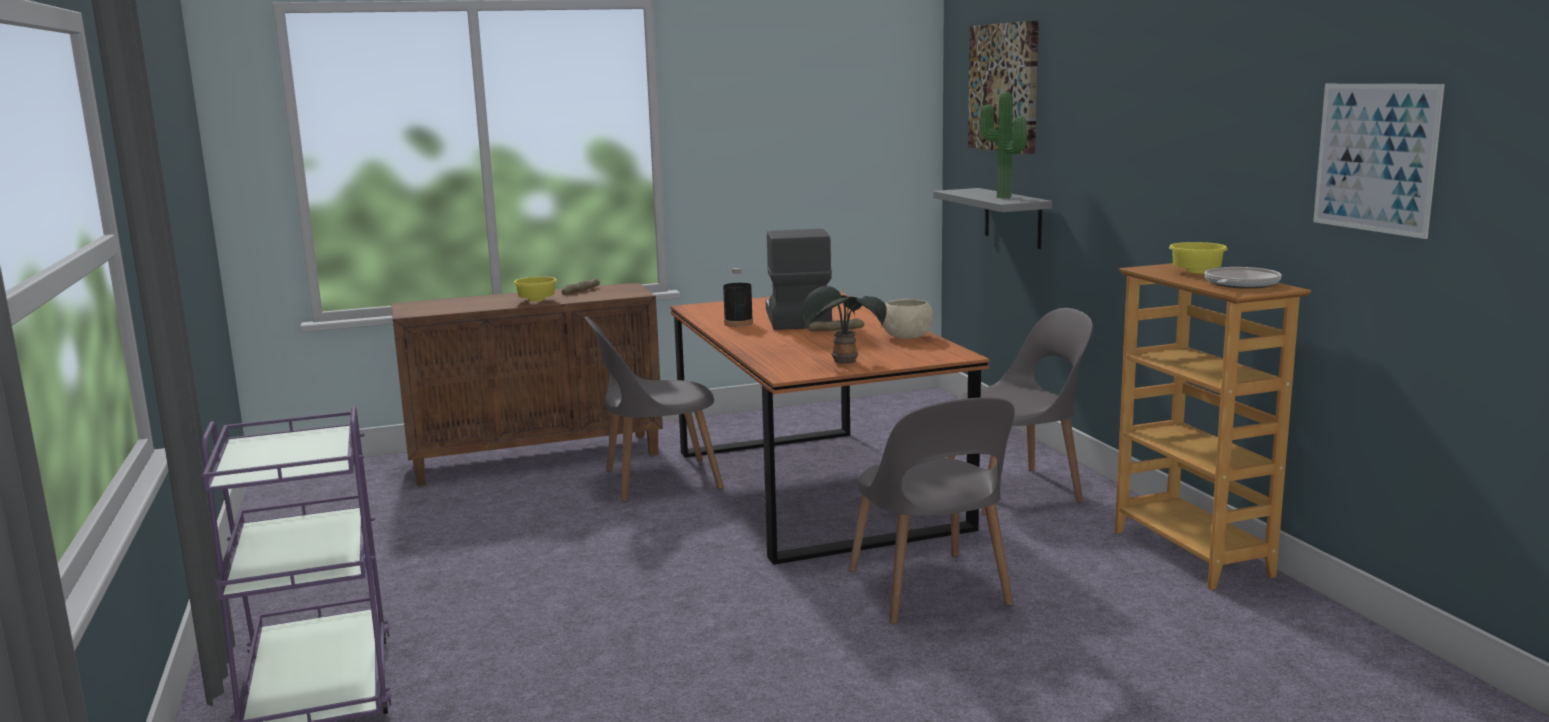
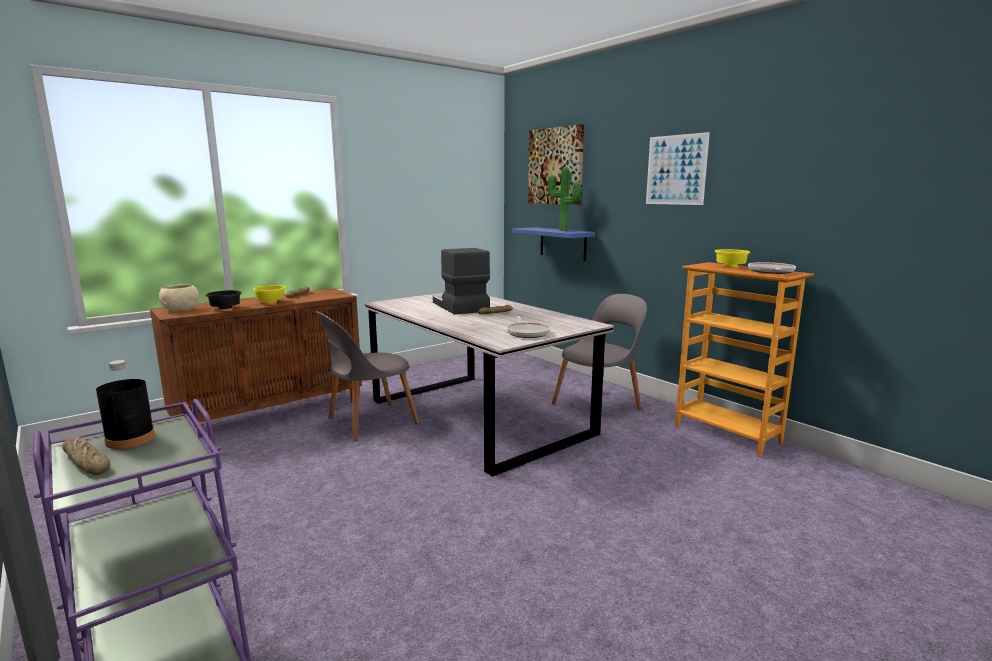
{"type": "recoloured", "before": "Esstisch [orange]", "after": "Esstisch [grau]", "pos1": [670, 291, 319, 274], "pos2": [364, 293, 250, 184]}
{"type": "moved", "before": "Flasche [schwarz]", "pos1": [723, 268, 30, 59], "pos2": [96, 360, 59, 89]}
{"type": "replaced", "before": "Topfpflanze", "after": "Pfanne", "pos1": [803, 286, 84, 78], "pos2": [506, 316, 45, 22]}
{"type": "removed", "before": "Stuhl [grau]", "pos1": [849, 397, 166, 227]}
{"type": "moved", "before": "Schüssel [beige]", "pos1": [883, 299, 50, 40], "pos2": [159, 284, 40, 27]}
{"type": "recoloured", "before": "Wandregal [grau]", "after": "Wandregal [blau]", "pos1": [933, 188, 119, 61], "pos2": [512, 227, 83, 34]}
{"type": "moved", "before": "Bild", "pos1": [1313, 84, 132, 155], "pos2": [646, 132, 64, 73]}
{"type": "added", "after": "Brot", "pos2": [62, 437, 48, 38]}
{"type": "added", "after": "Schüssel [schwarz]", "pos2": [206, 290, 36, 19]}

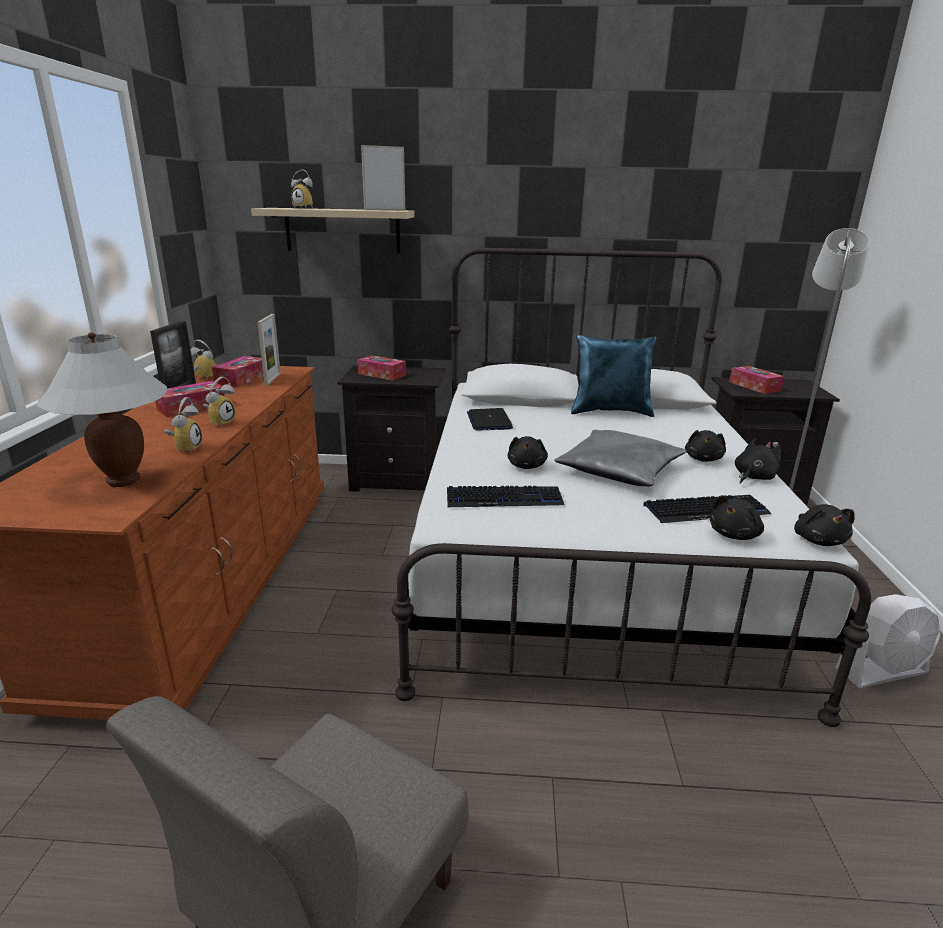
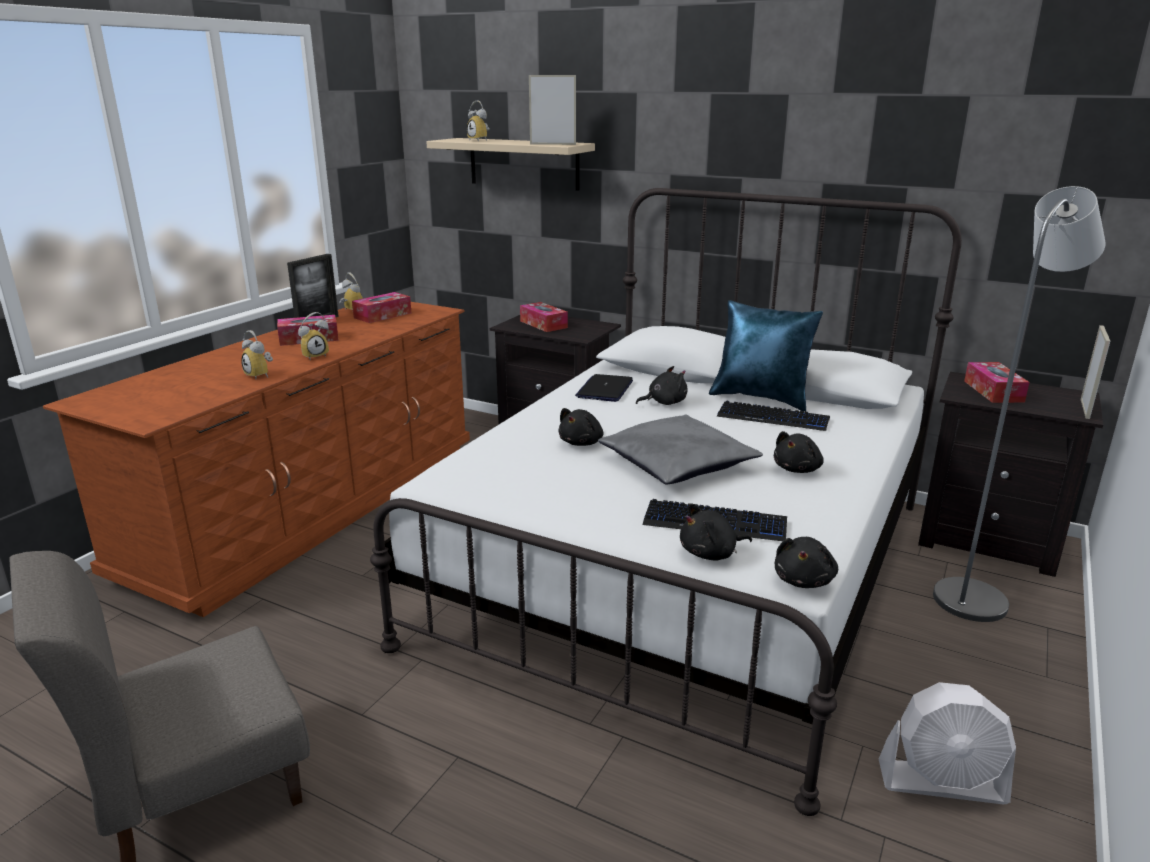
{"type": "removed", "before": "Tischlampe [weiß]", "pos1": [36, 332, 131, 155]}
{"type": "turned", "before": "Wecker", "pos1": [164, 397, 38, 56], "pos2": [241, 330, 32, 49], "turn": 105}
{"type": "moved", "before": "Bilderrahmen", "pos1": [257, 314, 24, 72], "pos2": [1080, 325, 30, 94]}
{"type": "moved", "before": "Tastatur", "pos1": [447, 486, 117, 21], "pos2": [717, 401, 113, 30]}
{"type": "moved", "before": "Plüschtier [schwarz]", "pos1": [735, 439, 46, 45], "pos2": [636, 366, 52, 39]}

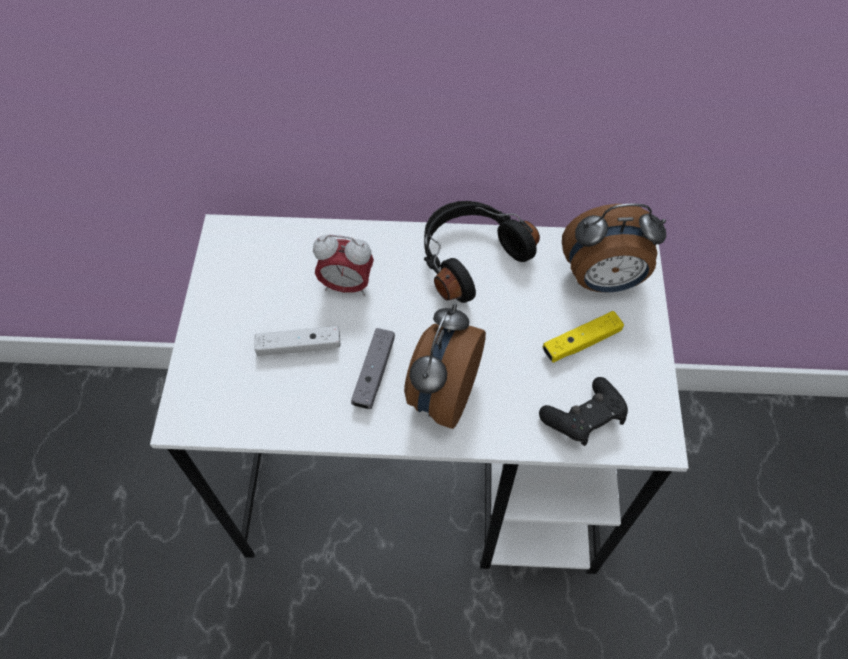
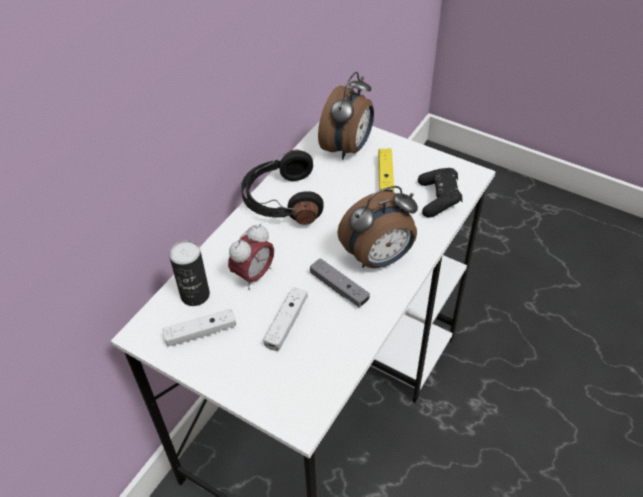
{"type": "turned", "before": "Wecker", "pos1": [404, 304, 82, 125], "pos2": [337, 186, 81, 82], "turn": -75}
{"type": "added", "after": "Gamepad [weiß]", "pos2": [162, 309, 74, 37]}
{"type": "added", "after": "Dose", "pos2": [169, 240, 41, 66]}

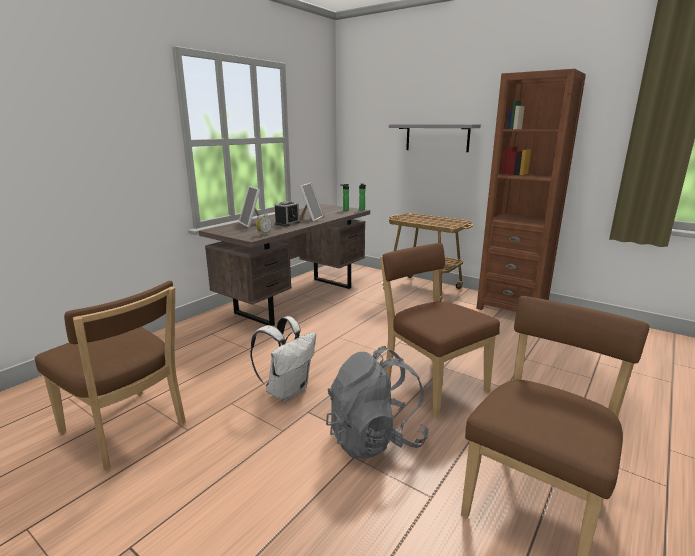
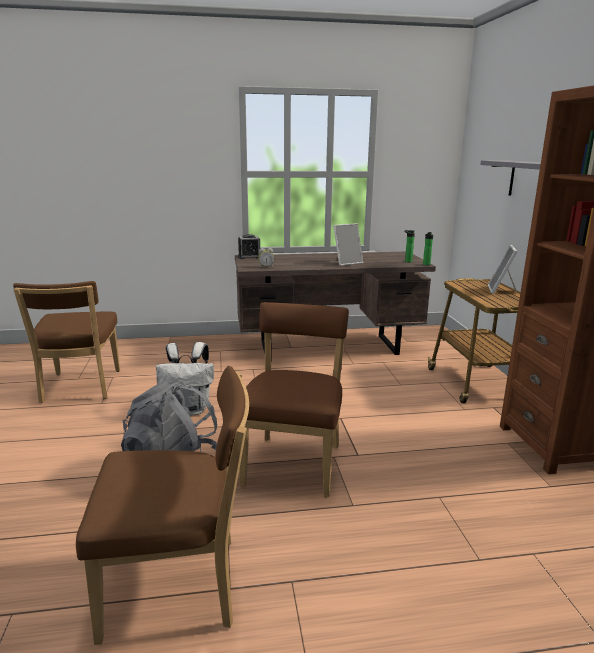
{"type": "moved", "before": "Bilderrahmen", "pos1": [239, 186, 21, 41], "pos2": [488, 245, 30, 49]}
{"type": "moved", "before": "Wecker", "pos1": [274, 201, 26, 26], "pos2": [238, 234, 22, 25]}

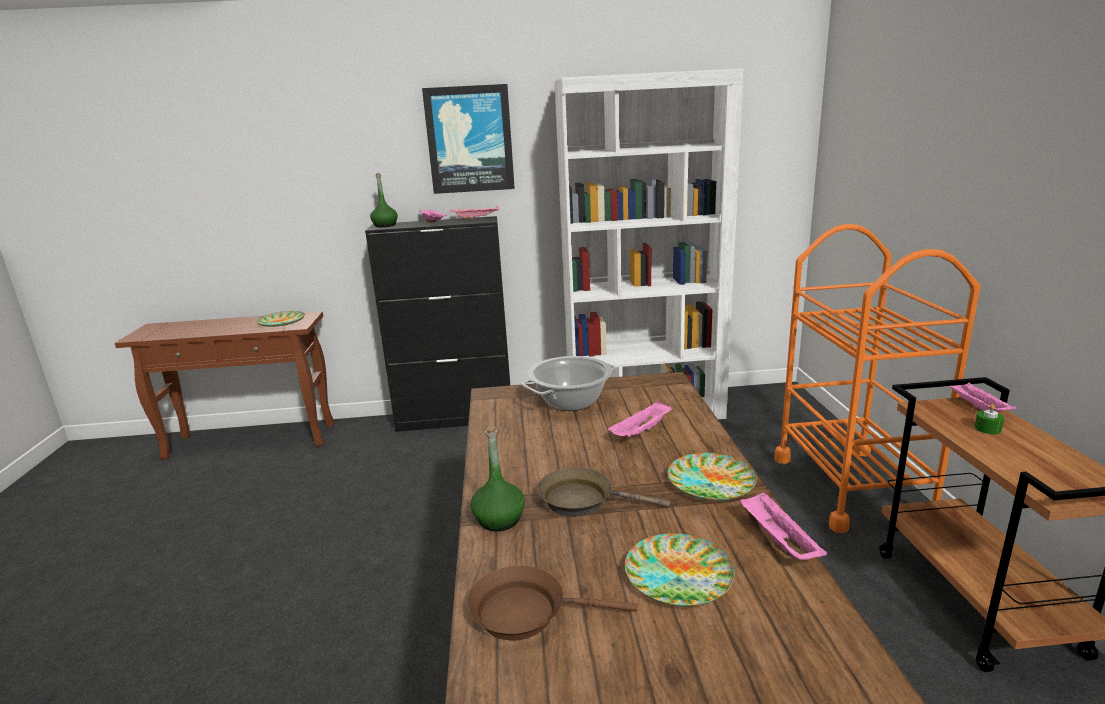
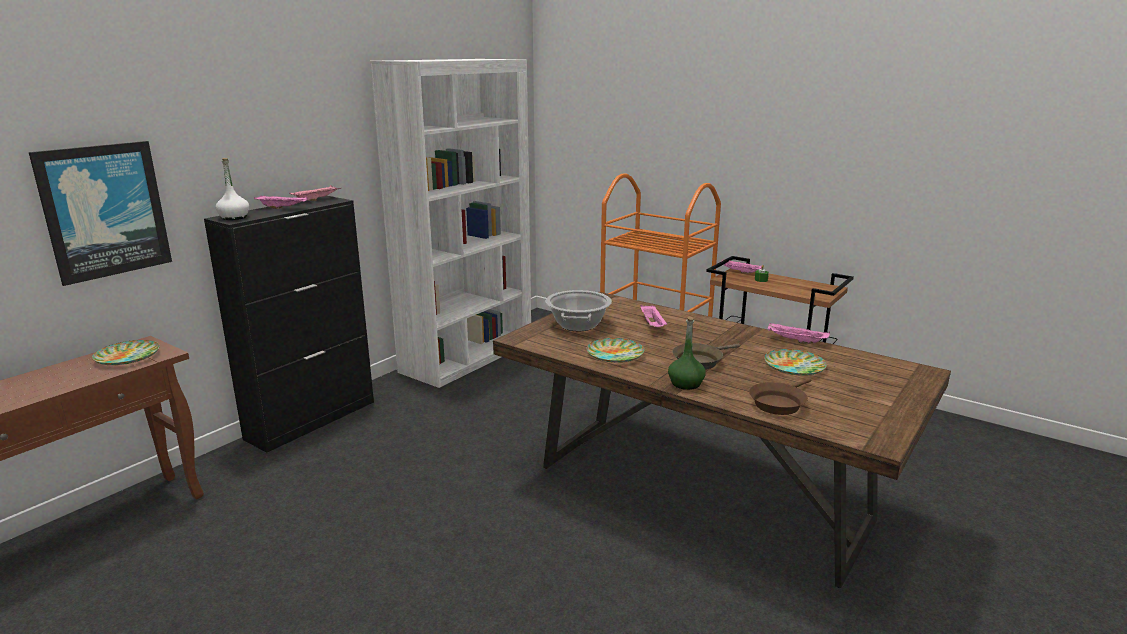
{"type": "recoloured", "before": "Flasche [grün]", "after": "Flasche [weiß]", "pos1": [370, 173, 28, 54], "pos2": [216, 158, 33, 62]}
{"type": "moved", "before": "Bild", "pos1": [422, 84, 93, 110], "pos2": [29, 141, 143, 145]}
{"type": "moved", "before": "Teller", "pos1": [668, 453, 89, 48], "pos2": [587, 338, 57, 25]}

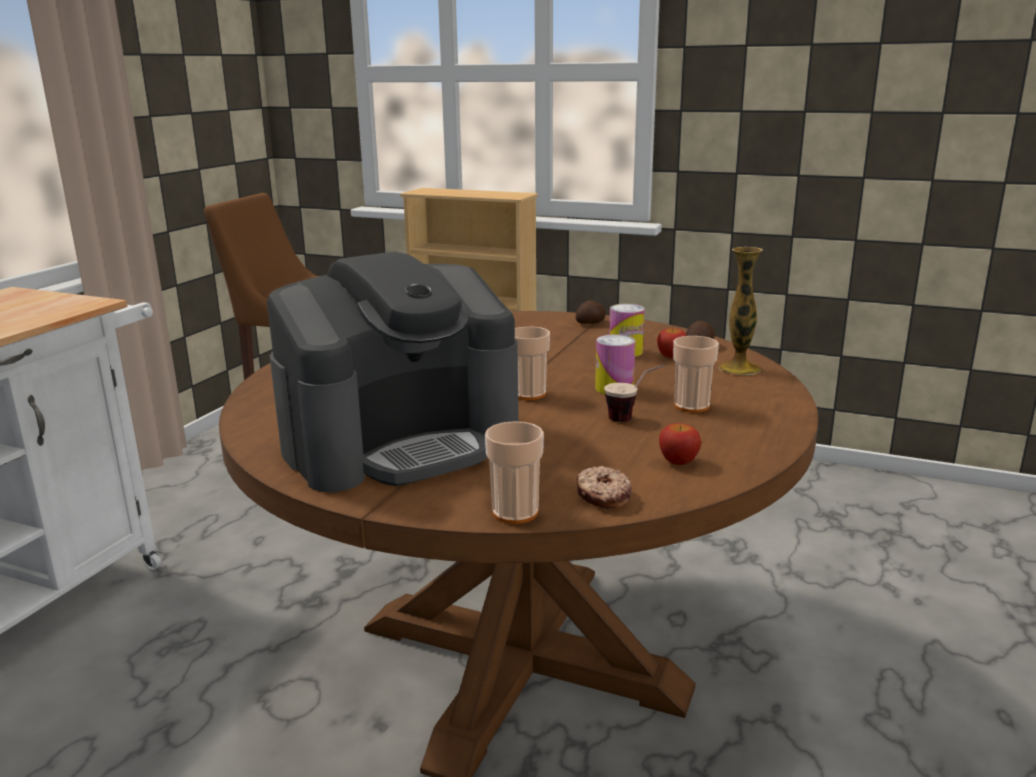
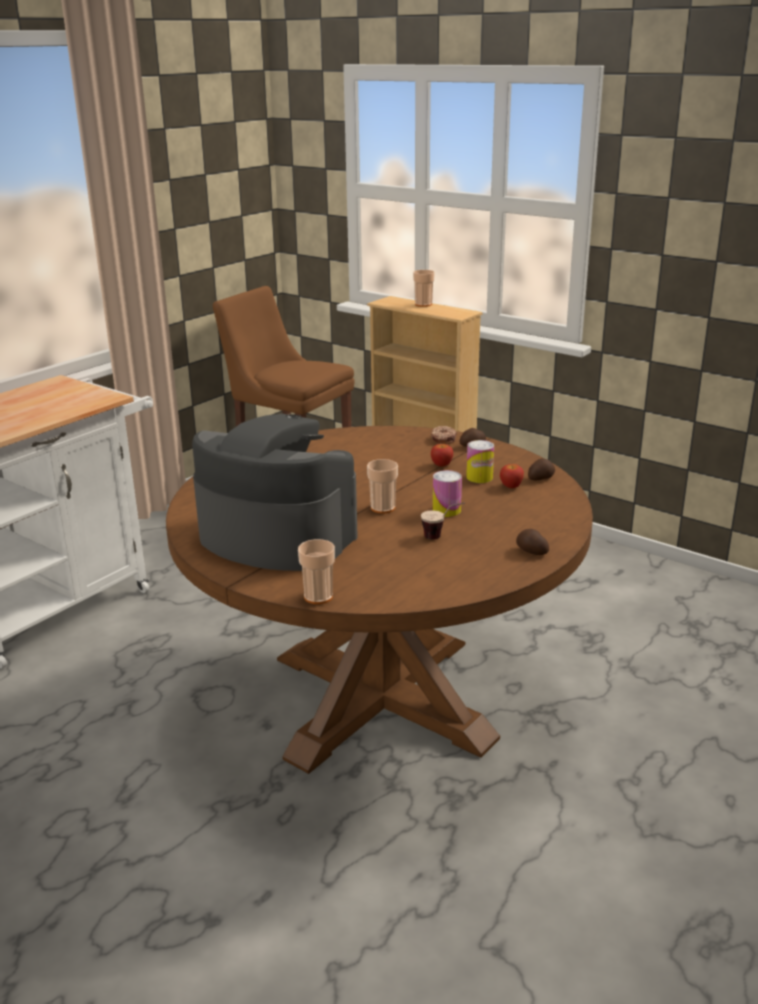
{"type": "turned", "before": "Kaffeemaschine", "pos1": [267, 251, 252, 241], "pos2": [192, 414, 166, 157], "turn": -135}
{"type": "moved", "before": "Donut", "pos1": [576, 466, 55, 43], "pos2": [431, 426, 26, 18]}
{"type": "moved", "before": "Apfel", "pos1": [659, 423, 42, 42], "pos2": [431, 444, 22, 23]}
{"type": "moved", "before": "Tasse", "pos1": [673, 336, 46, 77], "pos2": [413, 270, 22, 37]}
{"type": "removed", "before": "Vase", "pos1": [718, 247, 45, 128]}
{"type": "added", "after": "Kartoffel", "pos2": [516, 529, 33, 26]}

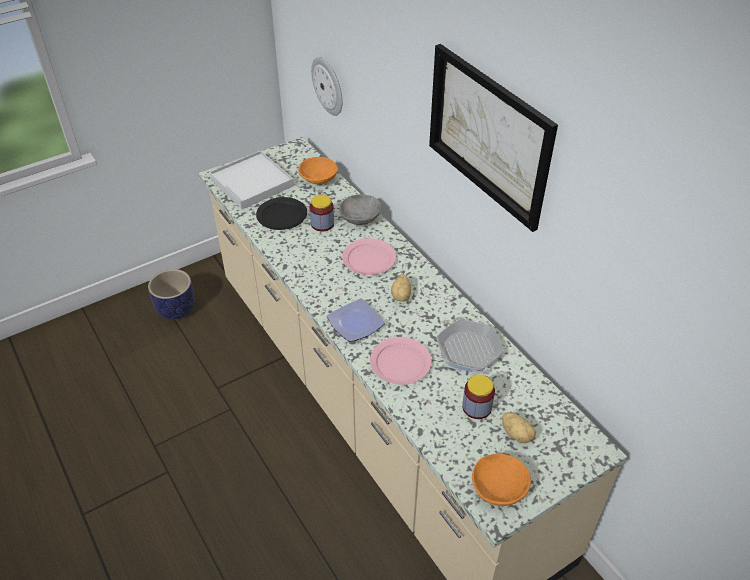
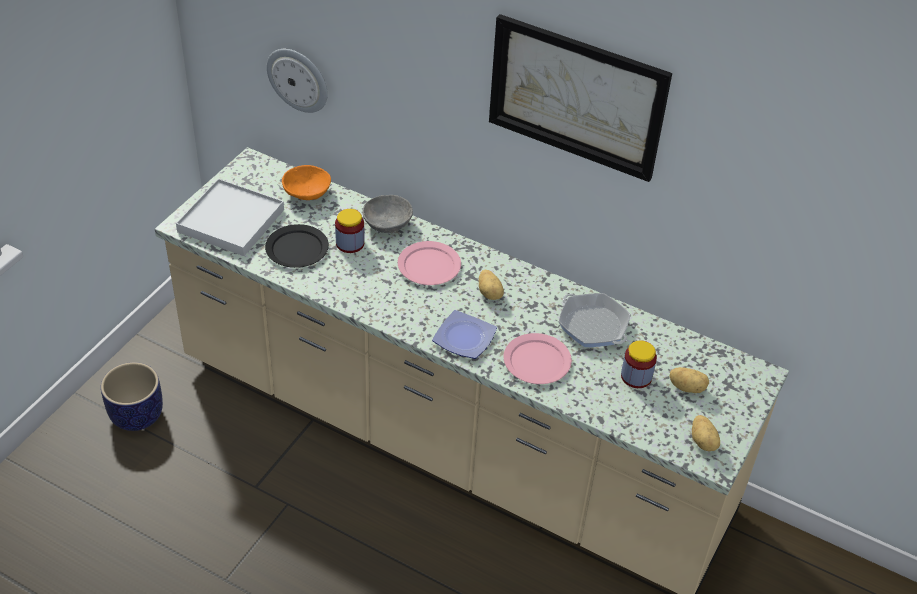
{"type": "replaced", "before": "Schüssel [orange]", "after": "Kartoffel", "pos1": [472, 454, 59, 52], "pos2": [692, 415, 28, 36]}

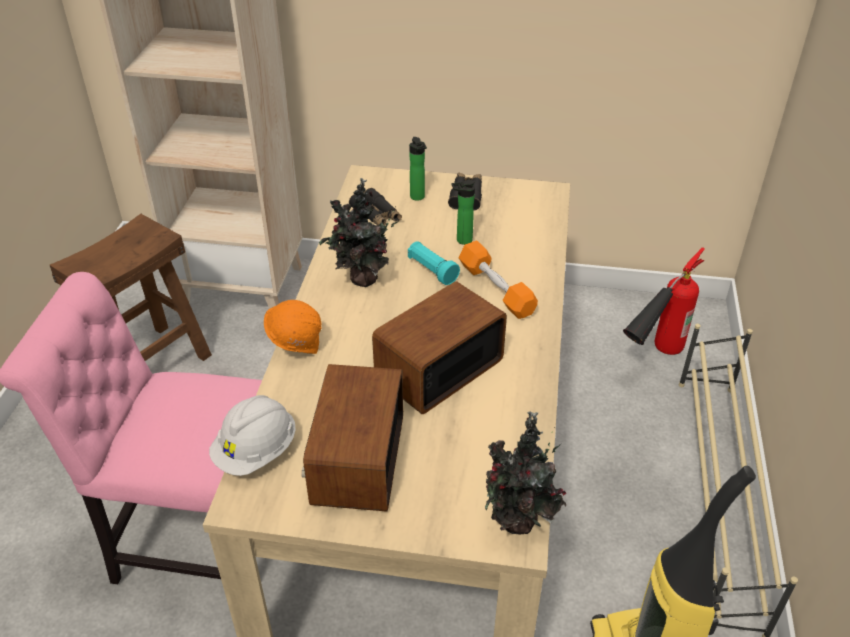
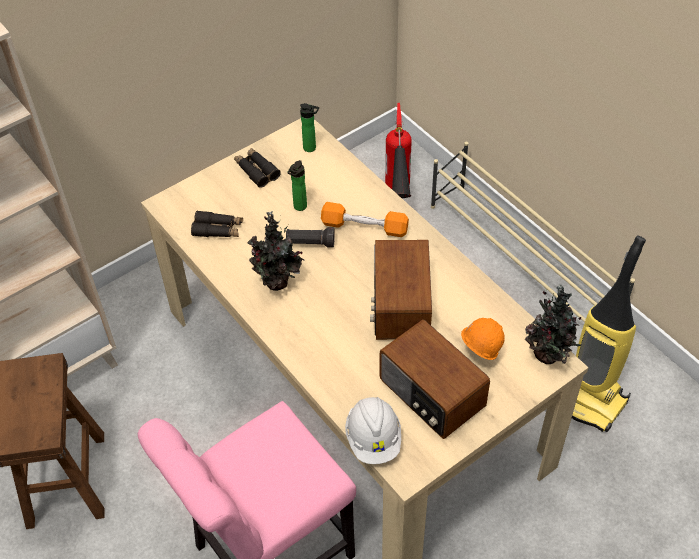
{"type": "moved", "before": "Schutzhelm [orange]", "pos1": [264, 300, 58, 54], "pos2": [461, 318, 44, 42]}
{"type": "recoloured", "before": "Taschenlampe [türkis]", "after": "Taschenlampe [schwarz]", "pos1": [408, 241, 52, 44], "pos2": [286, 227, 49, 21]}
{"type": "moved", "before": "Flasche", "pos1": [409, 137, 18, 64], "pos2": [300, 103, 19, 49]}

